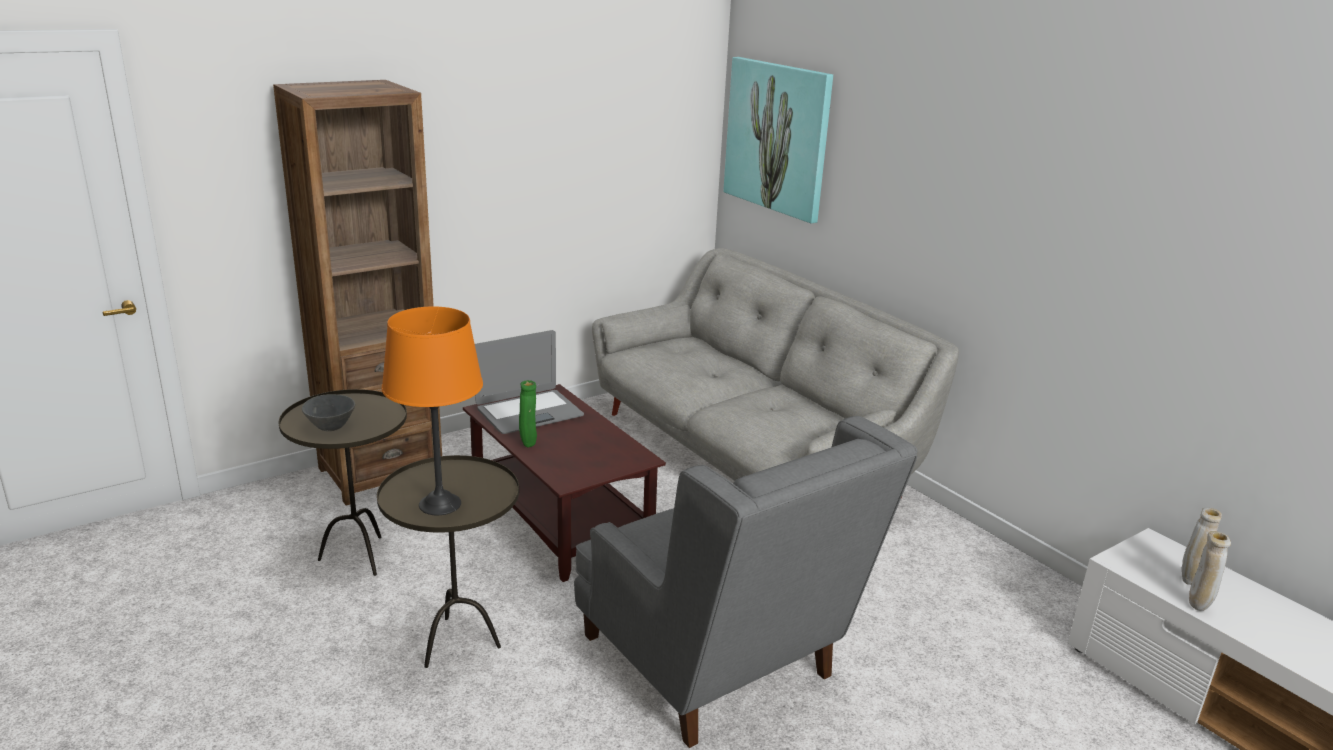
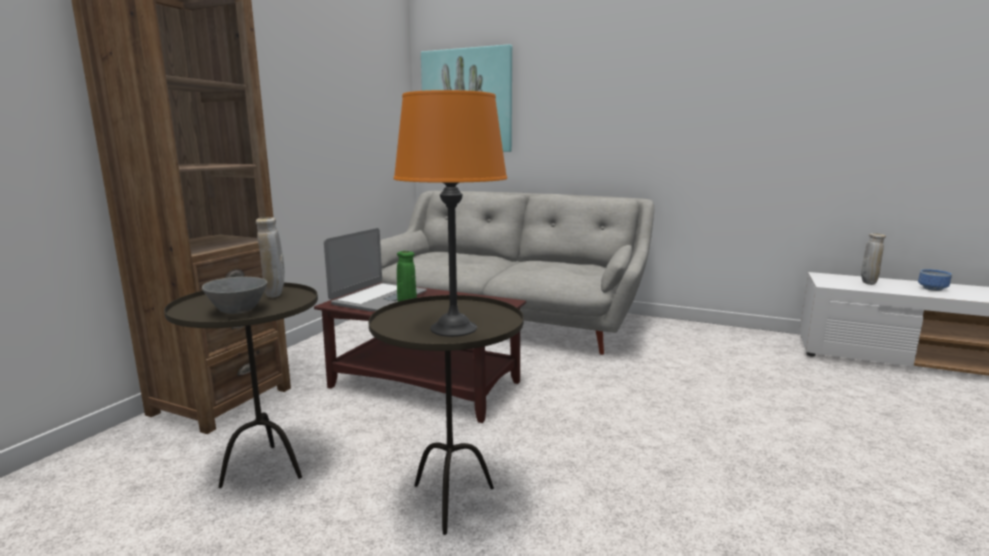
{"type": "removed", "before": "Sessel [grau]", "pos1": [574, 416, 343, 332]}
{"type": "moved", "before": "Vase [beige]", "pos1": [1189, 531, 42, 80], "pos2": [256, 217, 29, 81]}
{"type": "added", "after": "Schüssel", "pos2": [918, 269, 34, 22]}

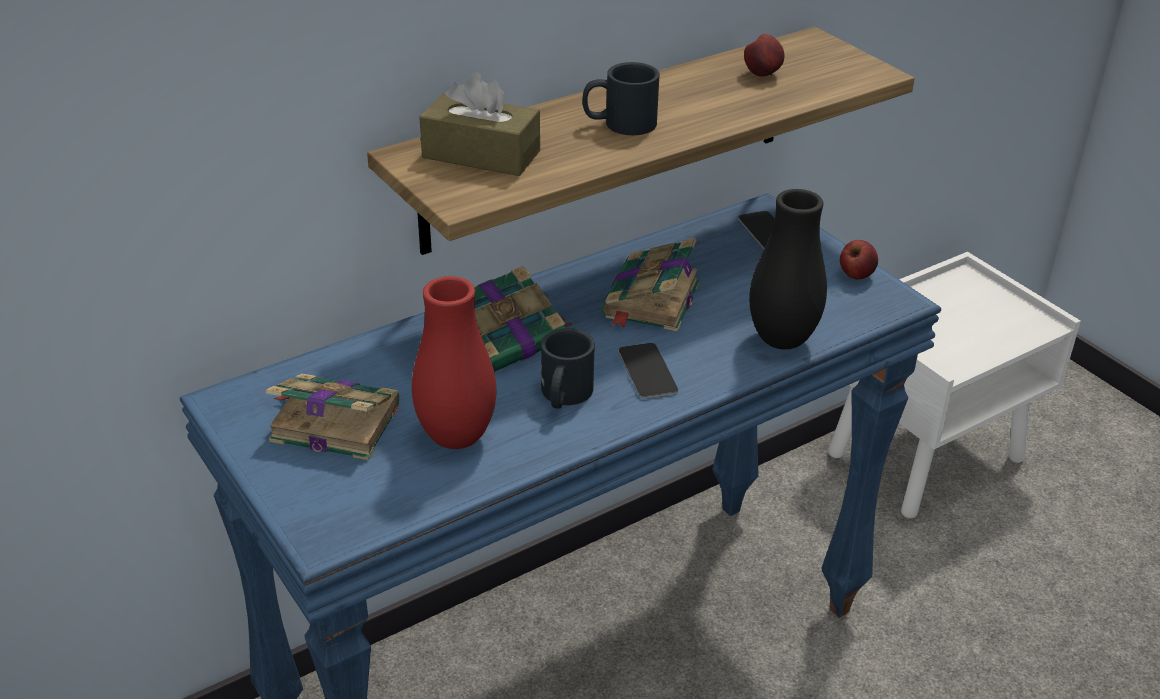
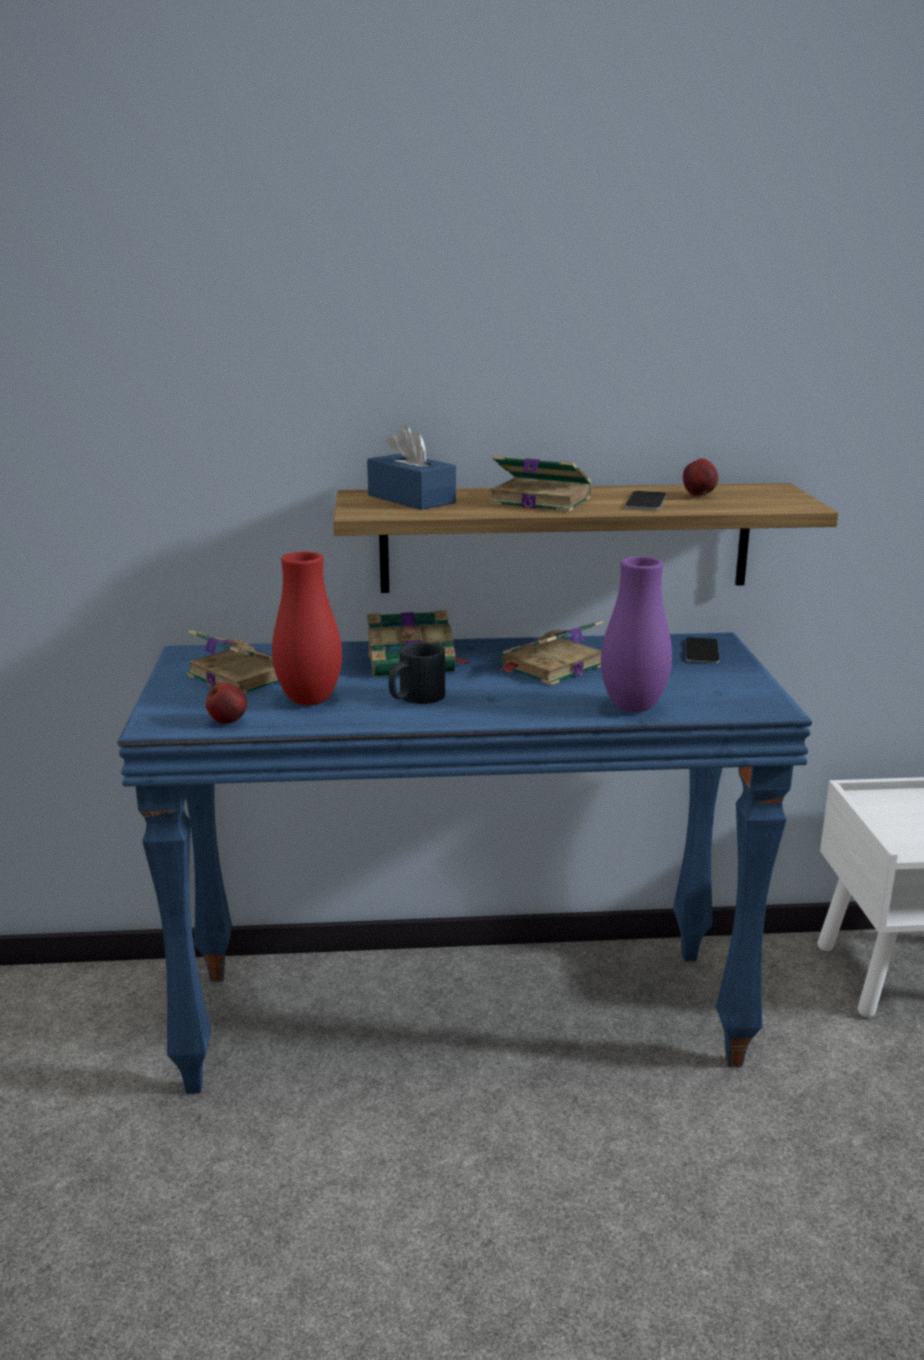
{"type": "recoloured", "before": "Taschentuchbox [braun]", "after": "Taschentuchbox [blau]", "pos1": [419, 72, 121, 104], "pos2": [367, 425, 89, 85]}
{"type": "replaced", "before": "Henkelbecher [schwarz]", "after": "Buch", "pos1": [582, 62, 78, 73], "pos2": [489, 456, 102, 56]}
{"type": "moved", "before": "Handy", "pos1": [619, 343, 59, 56], "pos2": [625, 491, 41, 19]}
{"type": "recoloured", "before": "Vase [schwarz]", "after": "Vase [lila]", "pos1": [749, 189, 78, 160], "pos2": [601, 556, 71, 156]}
{"type": "moved", "before": "Apfel", "pos1": [840, 240, 38, 39], "pos2": [205, 682, 42, 42]}

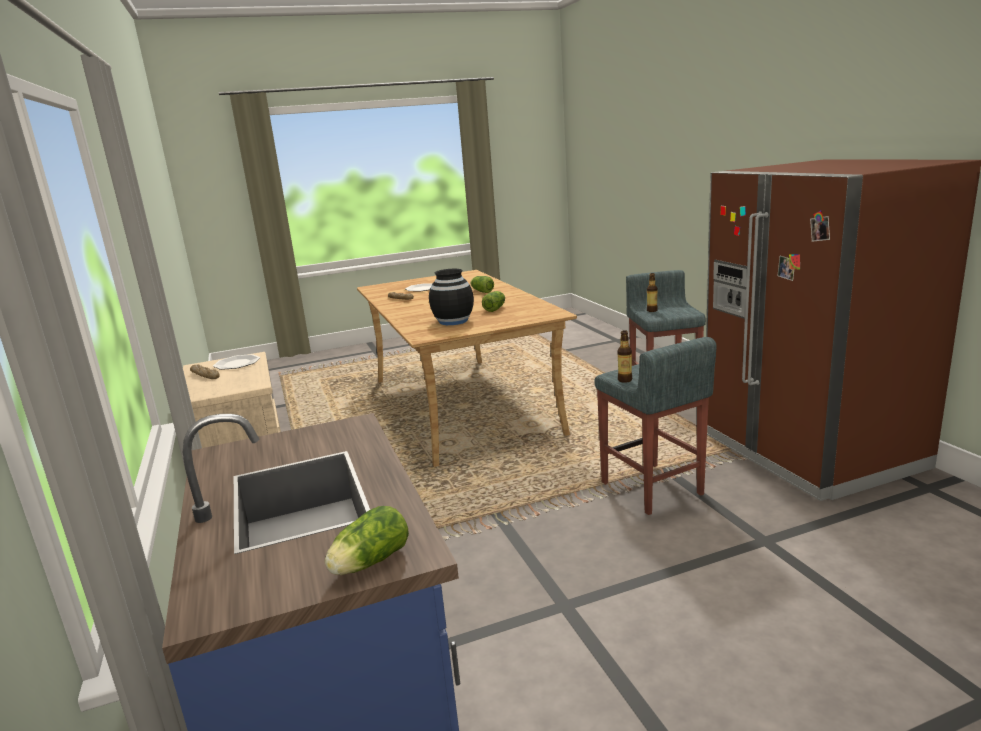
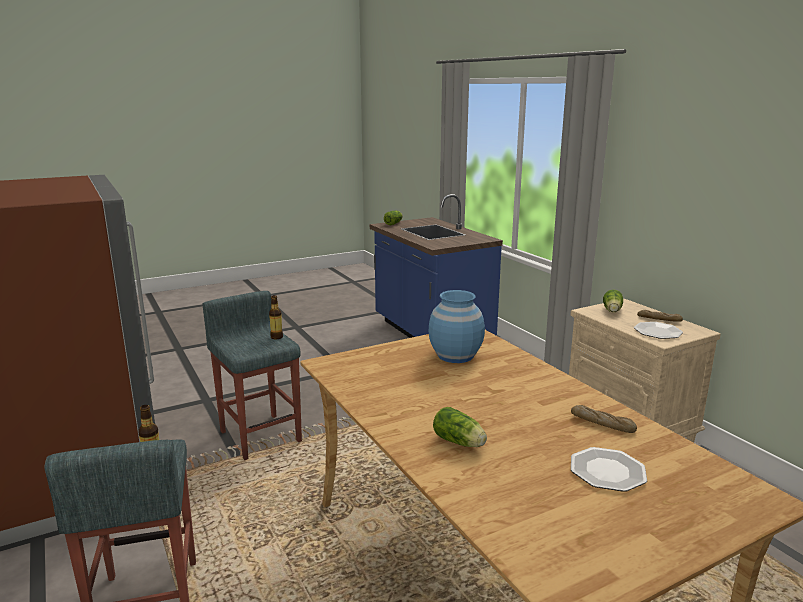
{"type": "recoloured", "before": "Vase [schwarz]", "after": "Vase [blau]", "pos1": [429, 269, 45, 56], "pos2": [428, 290, 57, 73]}
{"type": "moved", "before": "Salatkopf", "pos1": [482, 291, 23, 21], "pos2": [603, 290, 20, 22]}

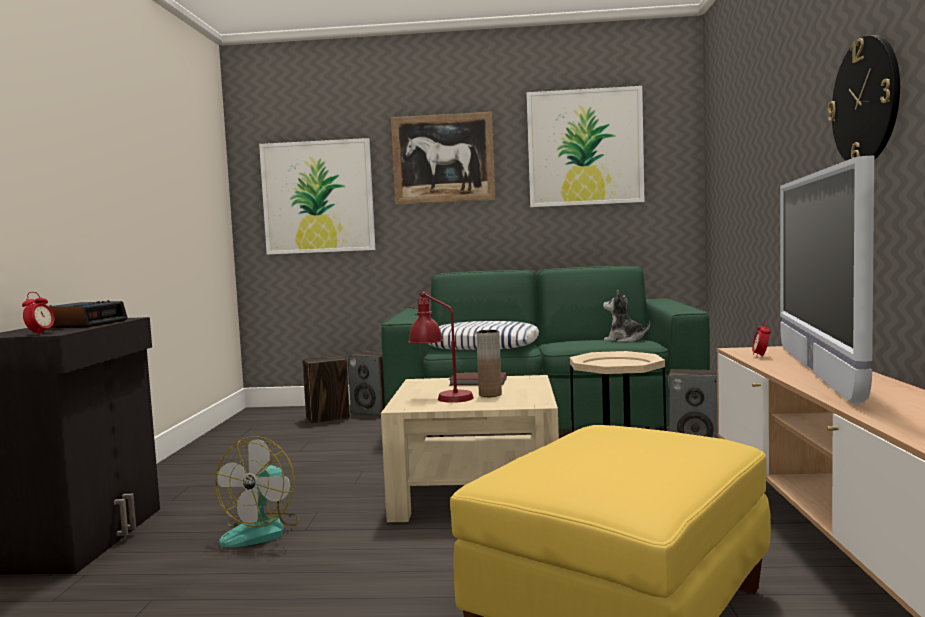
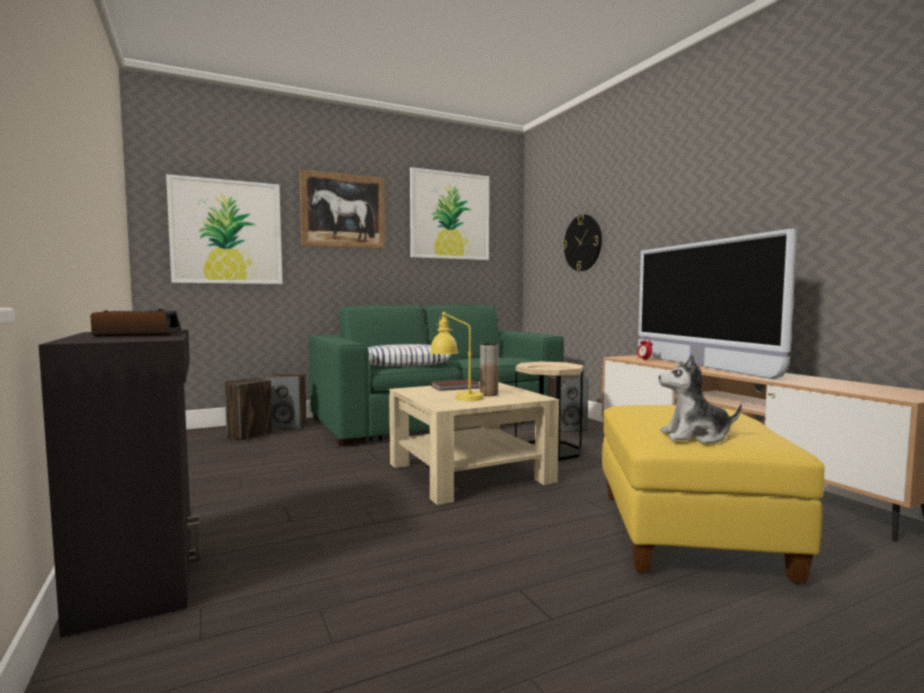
{"type": "removed", "before": "Wecker", "pos1": [22, 292, 32, 42]}
{"type": "removed", "before": "Ventilator", "pos1": [215, 436, 84, 111]}
{"type": "recoloured", "before": "Tischlampe [rot]", "after": "Tischlampe [gelb]", "pos1": [408, 292, 66, 111], "pos2": [430, 312, 54, 89]}
{"type": "moved", "before": "Plüschtier", "pos1": [603, 290, 47, 52], "pos2": [659, 354, 83, 89]}
{"type": "moved", "before": "Wanduhr", "pos1": [828, 35, 72, 126], "pos2": [563, 215, 39, 56]}

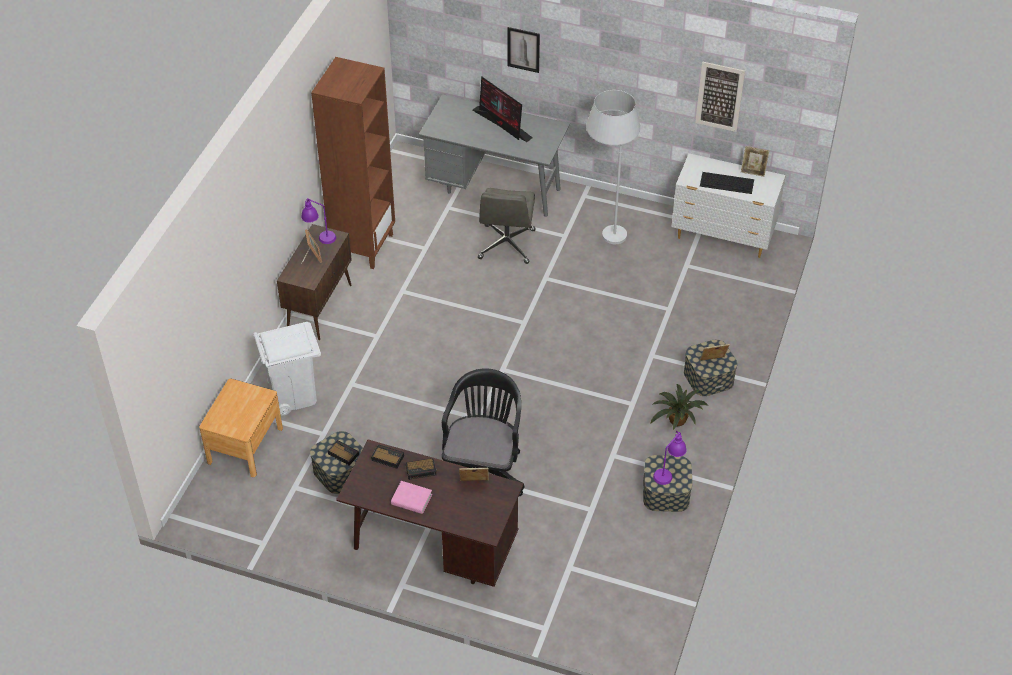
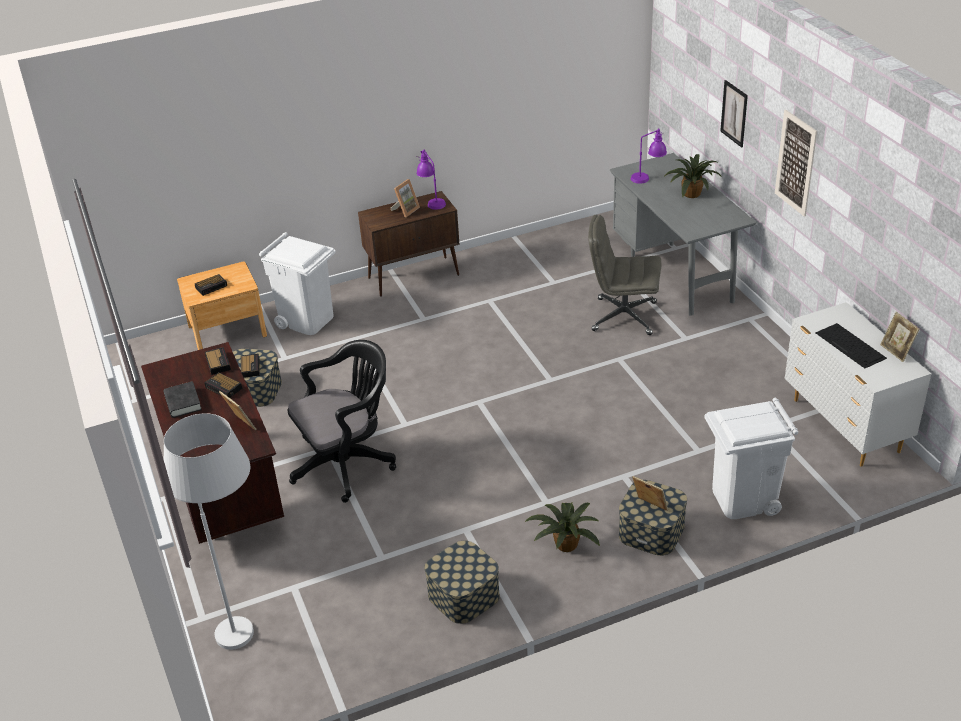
{"type": "removed", "before": "Bücherregal [braun]", "pos1": [311, 57, 84, 212]}
{"type": "recoloured", "before": "Buch [rosa]", "after": "Buch [schwarz]", "pos1": [391, 481, 41, 33], "pos2": [163, 381, 39, 37]}
{"type": "replaced", "before": "Monitor", "after": "Topfpflanze", "pos1": [472, 76, 61, 66], "pos2": [664, 154, 58, 44]}
{"type": "turned", "before": "Bürostuhl [grau]", "pos1": [478, 188, 57, 76], "pos2": [588, 215, 74, 120], "turn": 45}
{"type": "moved", "before": "Stehlampe [weiß]", "pos1": [586, 90, 54, 154], "pos2": [164, 413, 90, 237]}
{"type": "moved", "before": "Tischlampe [lila]", "pos1": [653, 431, 34, 54], "pos2": [631, 128, 36, 56]}
{"type": "moved", "before": "Bild", "pos1": [695, 62, 50, 70], "pos2": [775, 109, 42, 108]}
{"type": "added", "after": "Wecker", "pos2": [195, 274, 32, 22]}
{"type": "added", "after": "Mülleimer [weiß]", "pos2": [705, 398, 93, 121]}

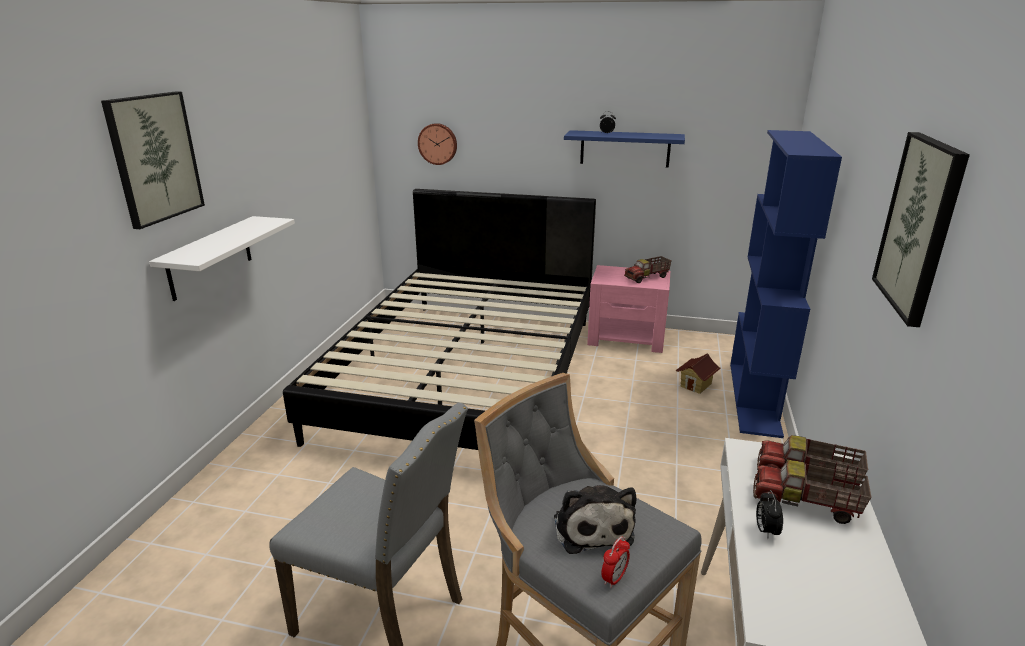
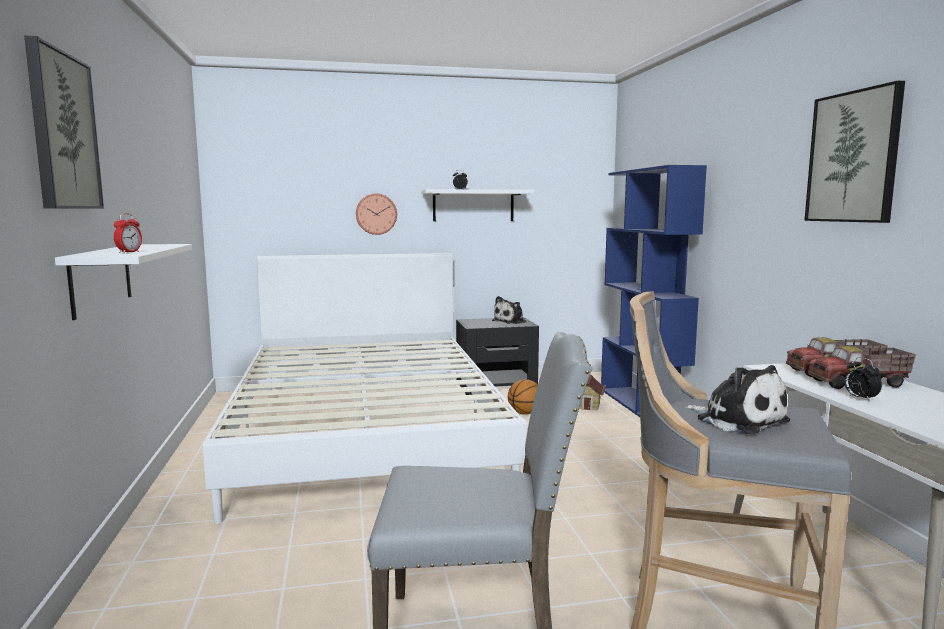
{"type": "recoloured", "before": "Bett [schwarz]", "after": "Bett [weiß]", "pos1": [283, 189, 313, 261], "pos2": [203, 253, 324, 271]}
{"type": "moved", "before": "Wanduhr", "pos1": [418, 123, 39, 42], "pos2": [356, 193, 41, 42]}
{"type": "recoloured", "before": "Wandregal [blau]", "after": "Wandregal [weiß]", "pos1": [564, 130, 121, 38], "pos2": [421, 189, 113, 32]}
{"type": "recoloured", "before": "Nachttisch [rosa]", "after": "Nachttisch [schwarz]", "pos1": [587, 265, 83, 88], "pos2": [456, 317, 83, 78]}
{"type": "moved", "before": "Wecker", "pos1": [601, 536, 29, 52], "pos2": [114, 213, 28, 40]}
{"type": "replaced", "before": "Spielzeuglaster", "after": "Plüschtier", "pos1": [624, 256, 48, 27], "pos2": [492, 296, 35, 28]}
{"type": "added", "after": "Basketball", "pos2": [508, 379, 30, 36]}

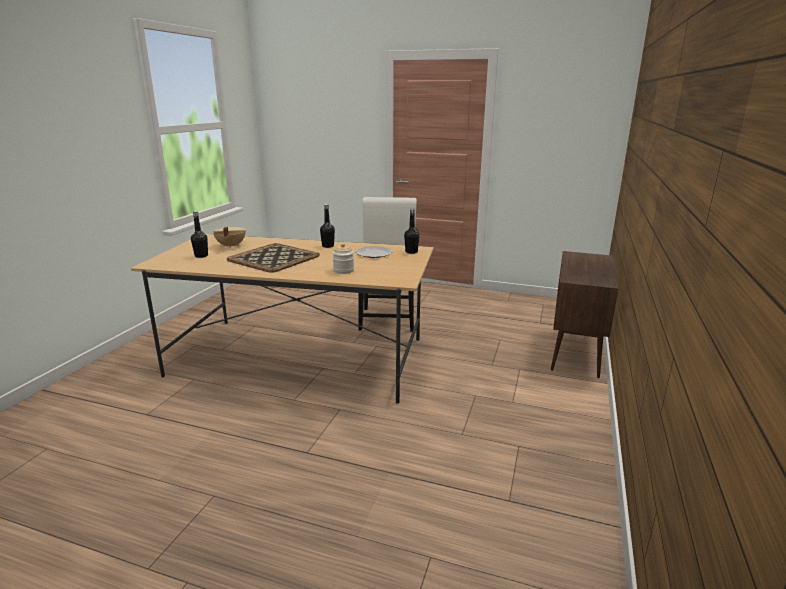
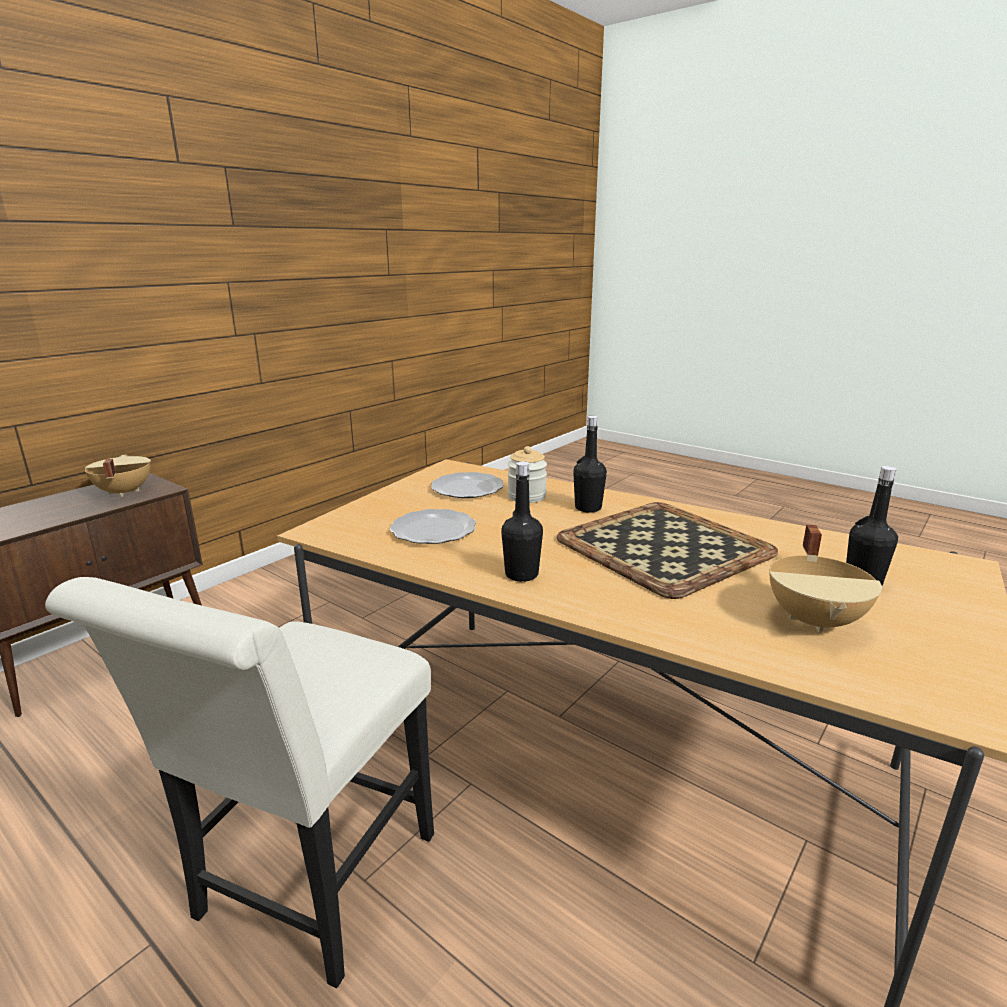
{"type": "moved", "before": "Flasche [schwarz]", "pos1": [404, 209, 16, 45], "pos2": [573, 416, 34, 97]}
{"type": "added", "after": "Kochtopf [beige]", "pos2": [85, 455, 66, 42]}
{"type": "added", "after": "Teller", "pos2": [431, 472, 73, 26]}

